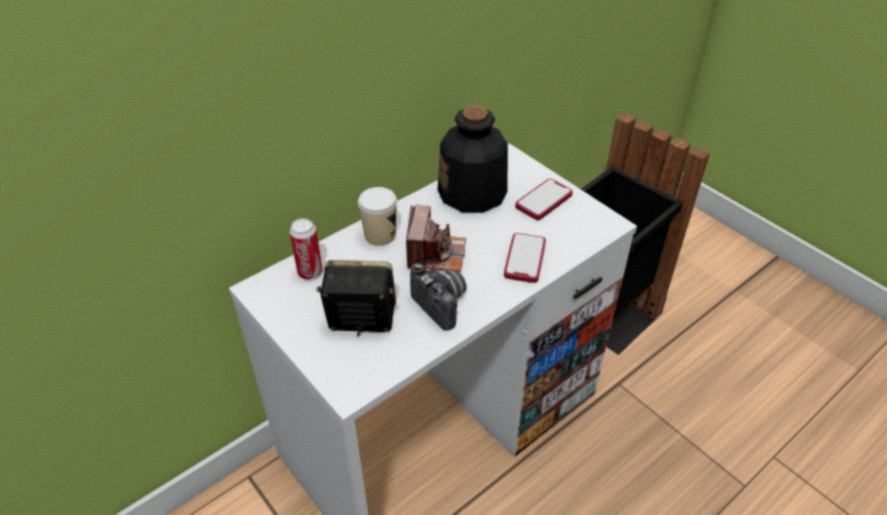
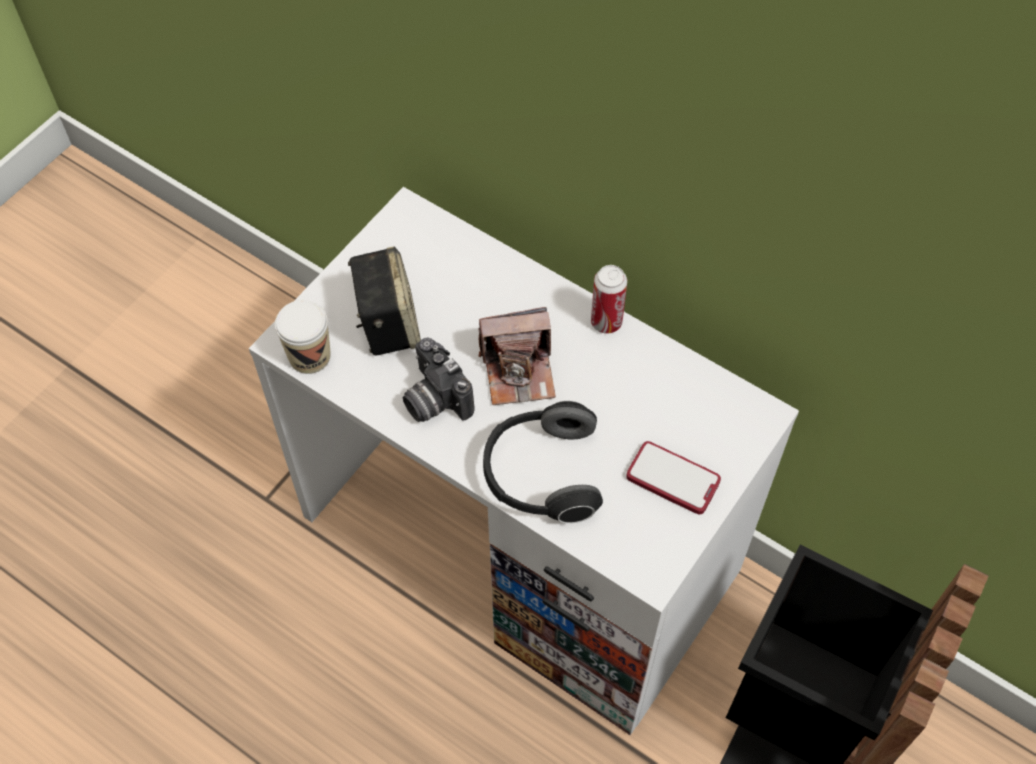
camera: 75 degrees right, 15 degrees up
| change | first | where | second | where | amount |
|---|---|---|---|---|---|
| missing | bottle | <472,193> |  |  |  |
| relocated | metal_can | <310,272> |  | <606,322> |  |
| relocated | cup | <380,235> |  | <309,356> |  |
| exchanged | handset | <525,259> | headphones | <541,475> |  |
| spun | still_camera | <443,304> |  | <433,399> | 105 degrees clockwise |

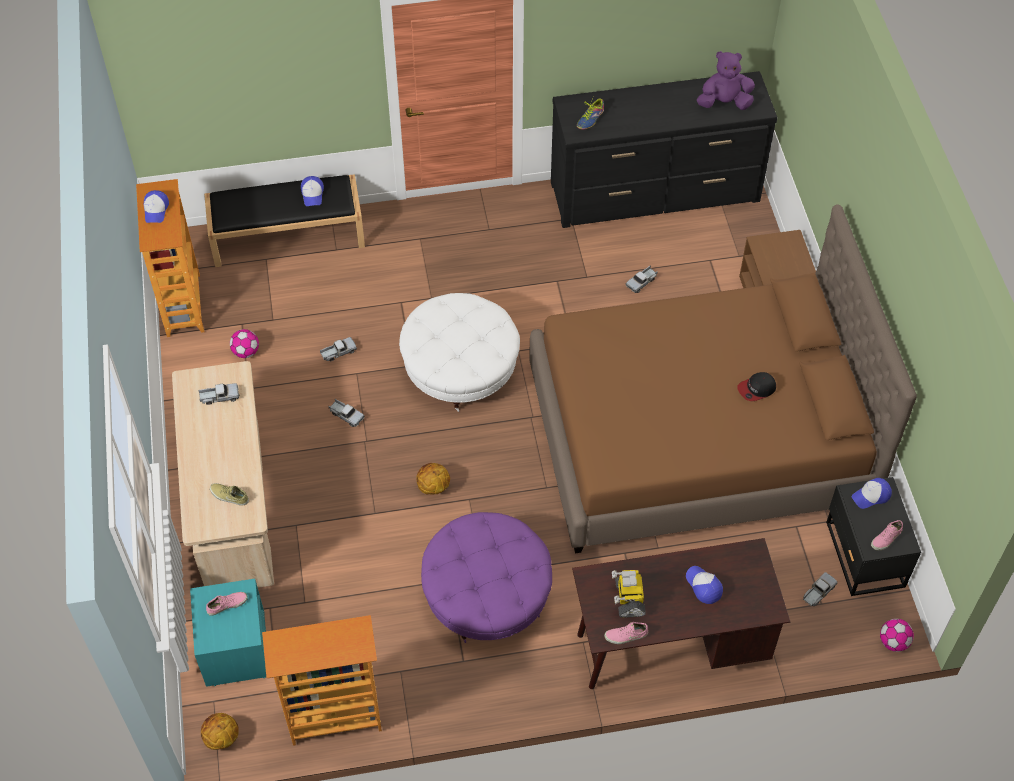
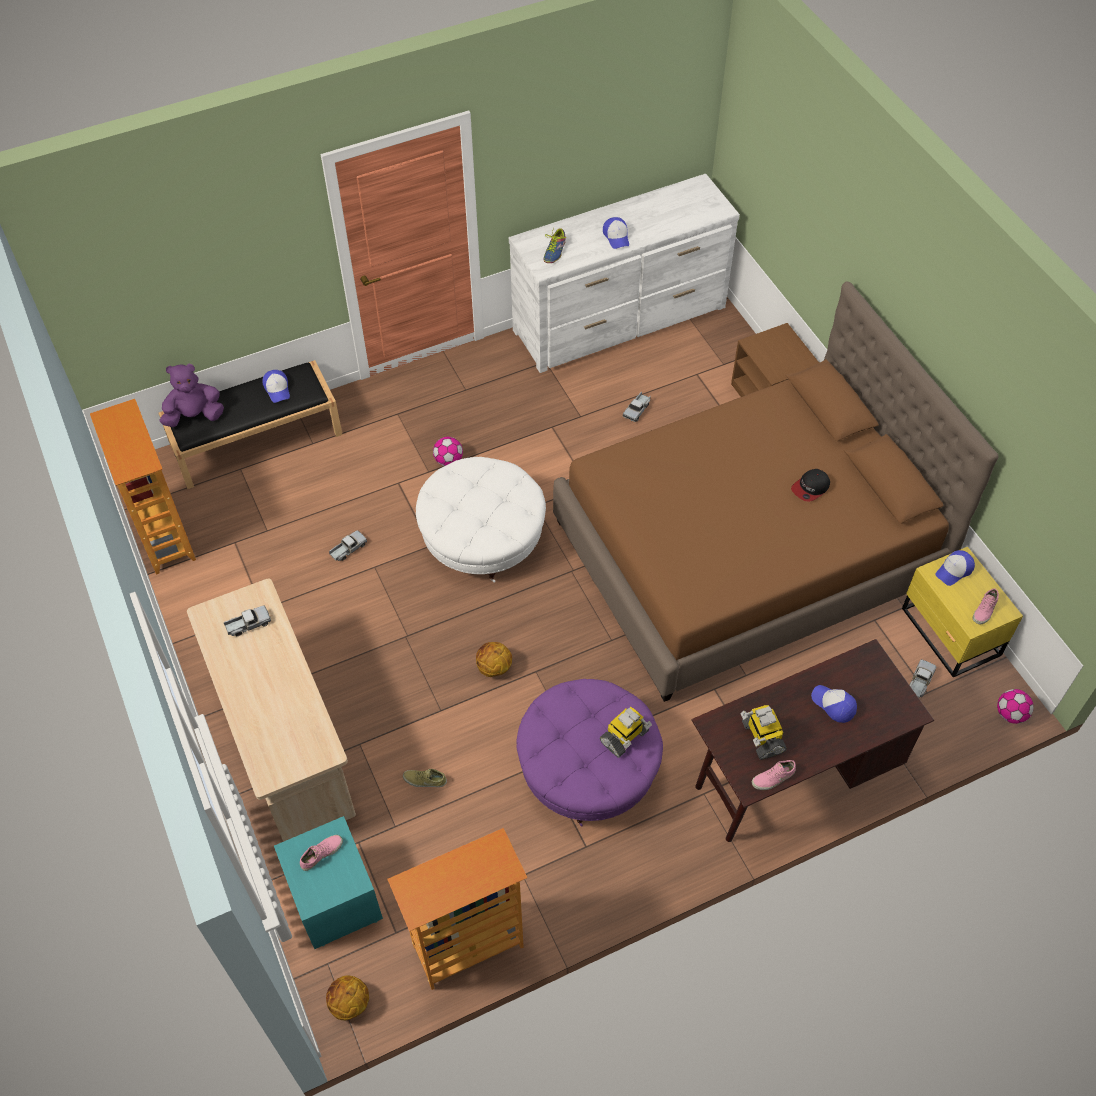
camera: 15 degrees left, 0 degrees up
| change | first | where | second | where | amount |
|---|---|---|---|---|---|
| missing | toy_truck | <346,415> |  |  |  |
| appeared |  |  | toy_robot | <624,737> |  |
| relocated | peaked_cap | <156,210> |  | <616,236> |  |
| relocated | beige-coloured_item_of_footwear | <229,496> |  | <424,780> |  |
| relocated | football | <246,352> |  | <448,461> |  |
| relocated | purple_cuddly_toy | <724,103> |  | <194,416> |  |
| colour | black-coloured_drawer_chest | <655,192> | white_drawer_chest | <621,319> |  |
| colour | black-coloured_night_table | <863,556> | yellow-coloured_night_table | <950,633> |  |

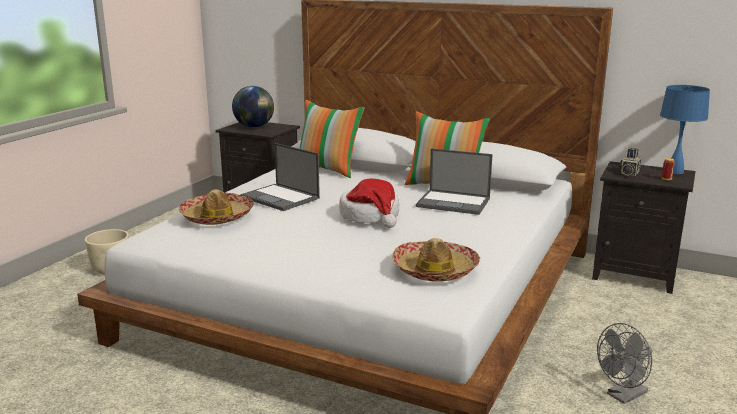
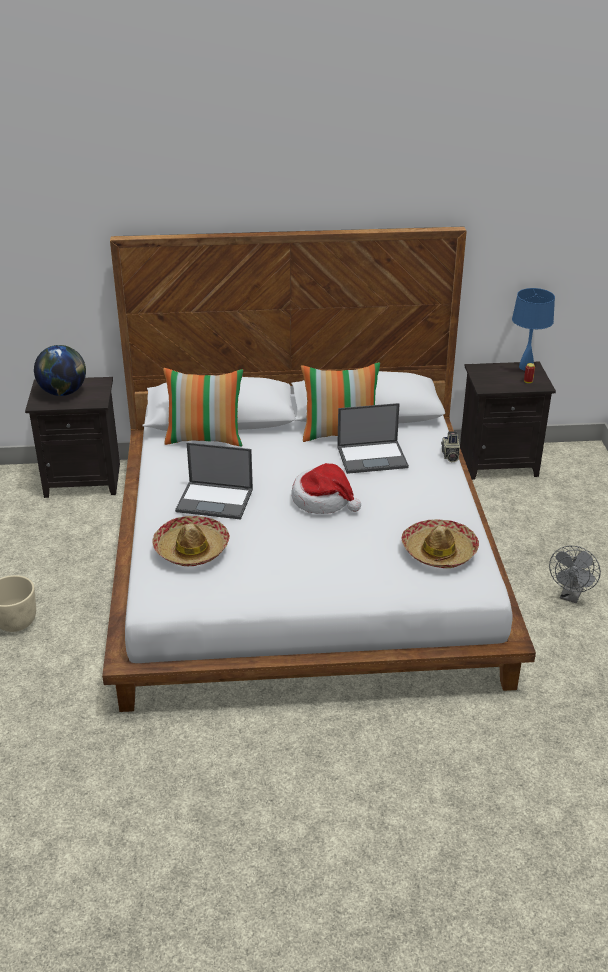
camera: 30 degrees left, 15 degrees up
| change | first | where | second | where | amount |
|---|---|---|---|---|---|
| relocated | still_camera | <628,173> |  | <450,455> |  |

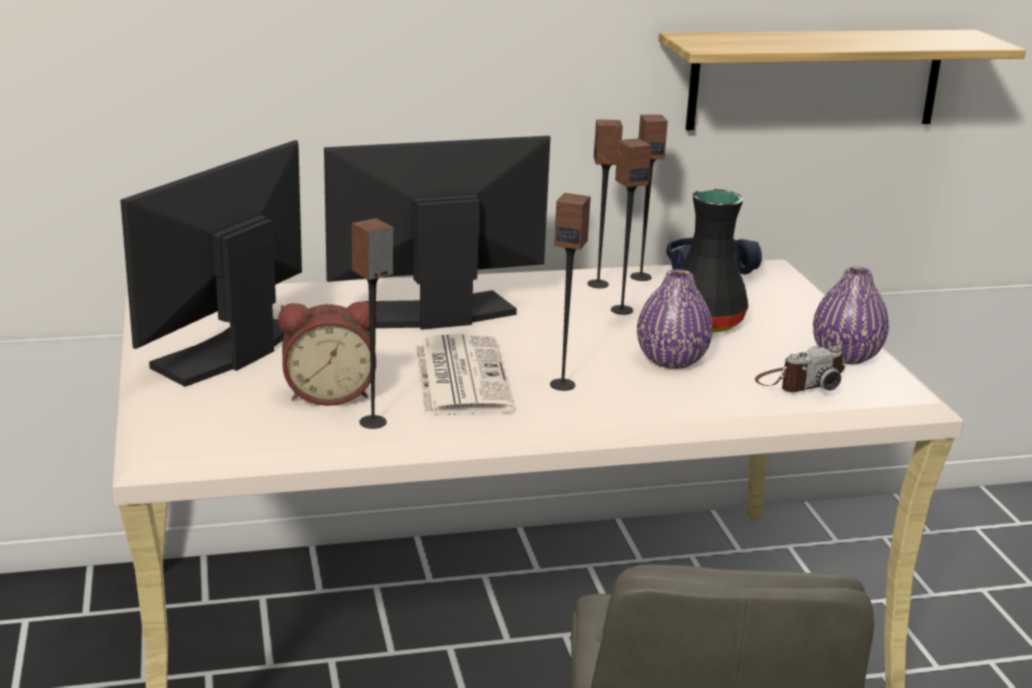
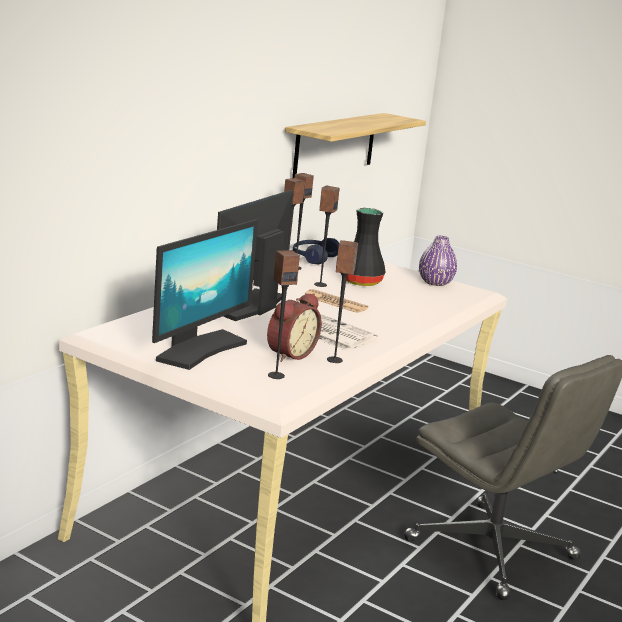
camera: 45 degrees left, 5 degrees down
| change | first | where | second | where | amount |
|---|---|---|---|---|---|
| missing | purple_vase | <671,360> |  |  |  |
| missing | still_camera | <799,382> |  |  |  |
| appeared |  |  | printed_paper | <335,302> |  |
| relocated | audio_speaker | <562,385> |  | <276,375> |  |
| spun | monitor | <229,352> |  | <200,350> | 135 degrees counterclockwise |

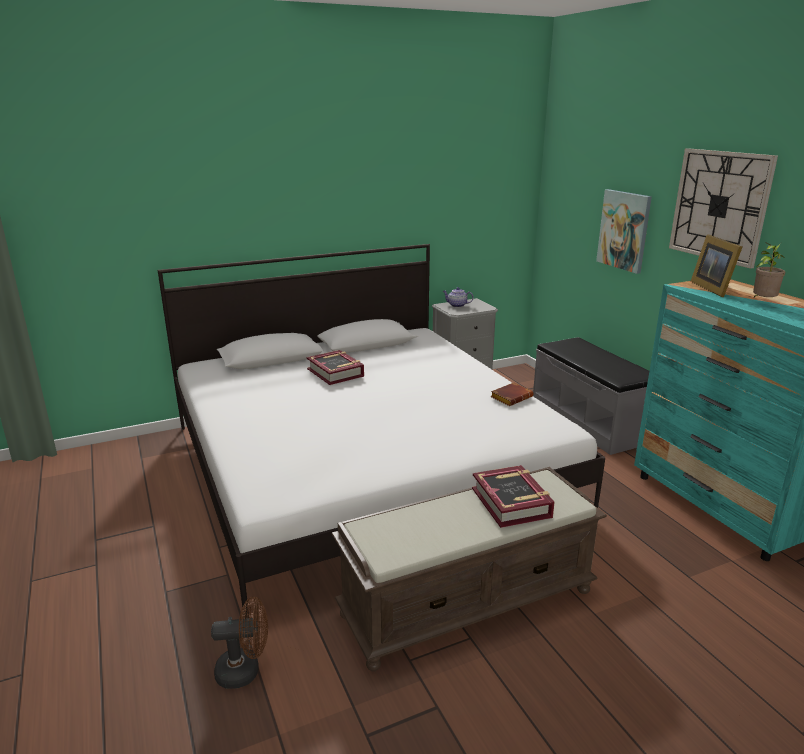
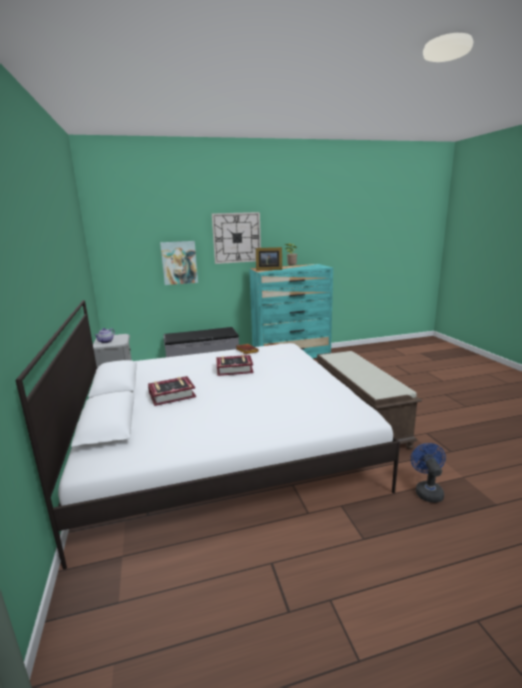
camera: 80 degrees left, 5 degrees down
| change | first | where | second | where | amount |
|---|---|---|---|---|---|
| relocated | bound_book | <511,503> |  | <234,369> |  |
| colour | brown_cooling_fan | <245,670> | blue-coloured_cooling_fan | <427,491> |  |

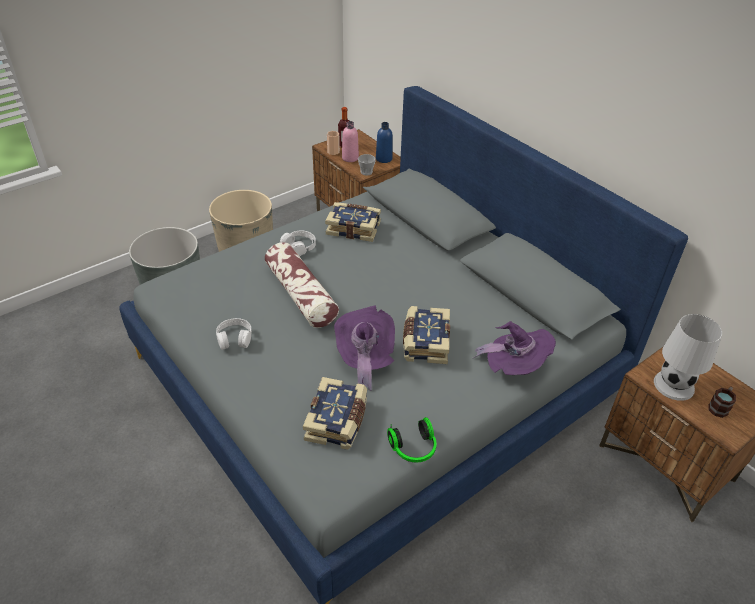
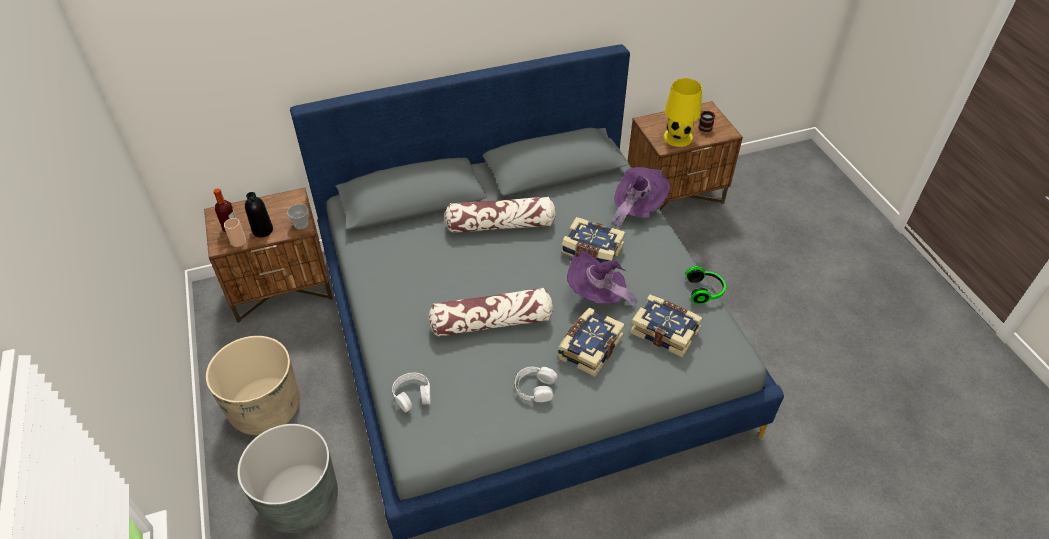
camera: 70 degrees left, 5 degrees up
| change | first | where | second | where | amount |
|---|---|---|---|---|---|
| missing | blue-coloured_bottle | <384,159> |  |  |  |
| appeared |  |  | cushion | <501,225> |  |
| relocated | white_headphones | <299,246> |  | <412,395> |  |
| relocated | bound_book | <353,228> |  | <589,347> |  |
| colour | pinkish_bottle | <350,158> | black-coloured_bottle | <262,230> |  |
| colour | white_table_lamp | <673,385> | yellow-coloured_table_lamp | <678,137> |  |

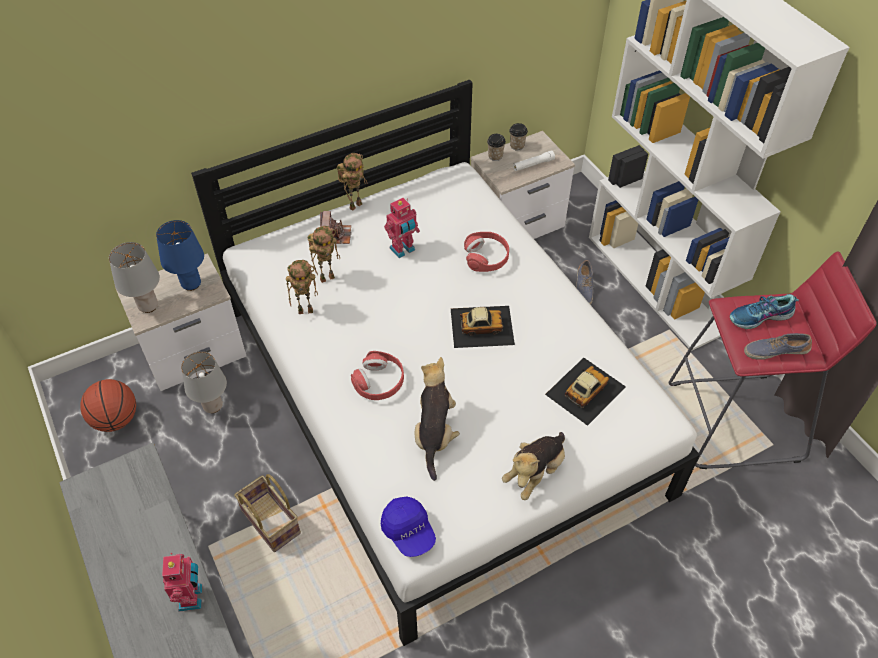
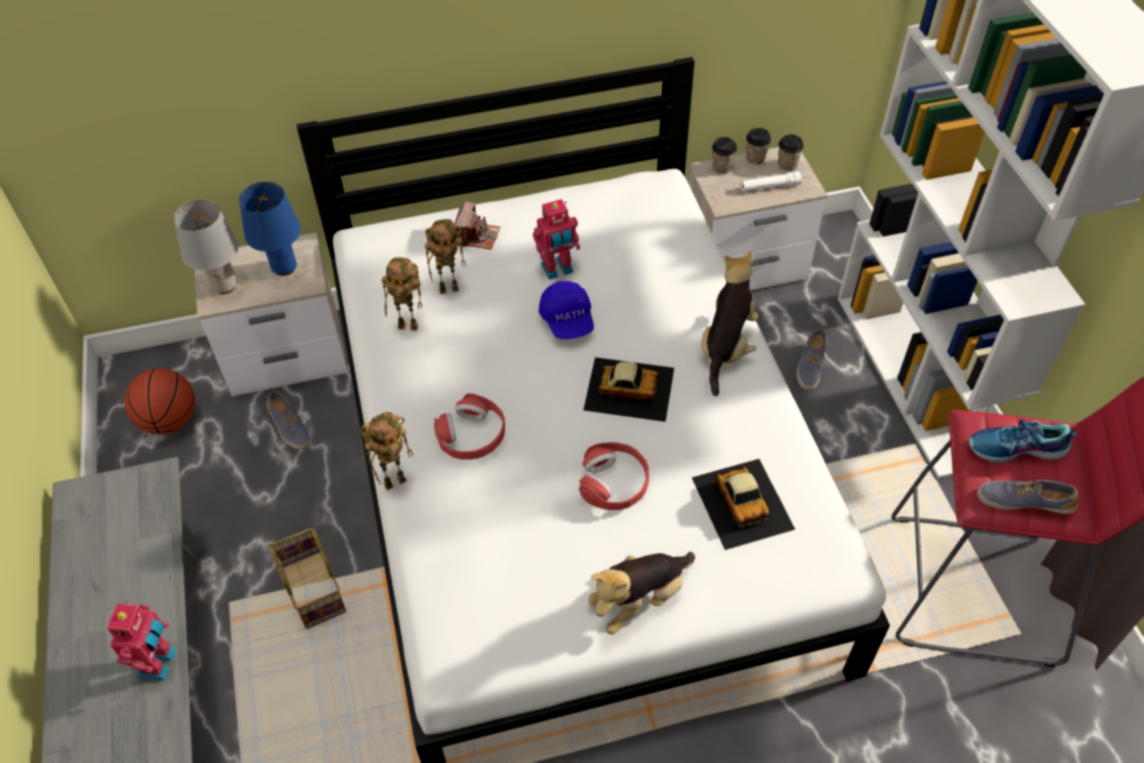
camera: 15 degrees right, 0 degrees up
| change | first | where | second | where | amount |
|---|---|---|---|---|---|
| appeared |  |  | cup | <787,165> |  |
| relocated | toy_robot | <355,205> |  | <395,480> |  |
| relocated | blue-coloured_peaked_cap | <408,531> |  | <567,320> |  |
| relocated | cuddly_toy | <435,433> |  | <726,347> |  |
| relocated | reddish_headphones | <486,257> |  | <614,483> |  |
| exchanged | grey_table_lamp | <213,406> | item_of_footwear | <289,427> |  |
| spun | miniature_car | <585,390> |  | <742,502> | 105 degrees clockwise |

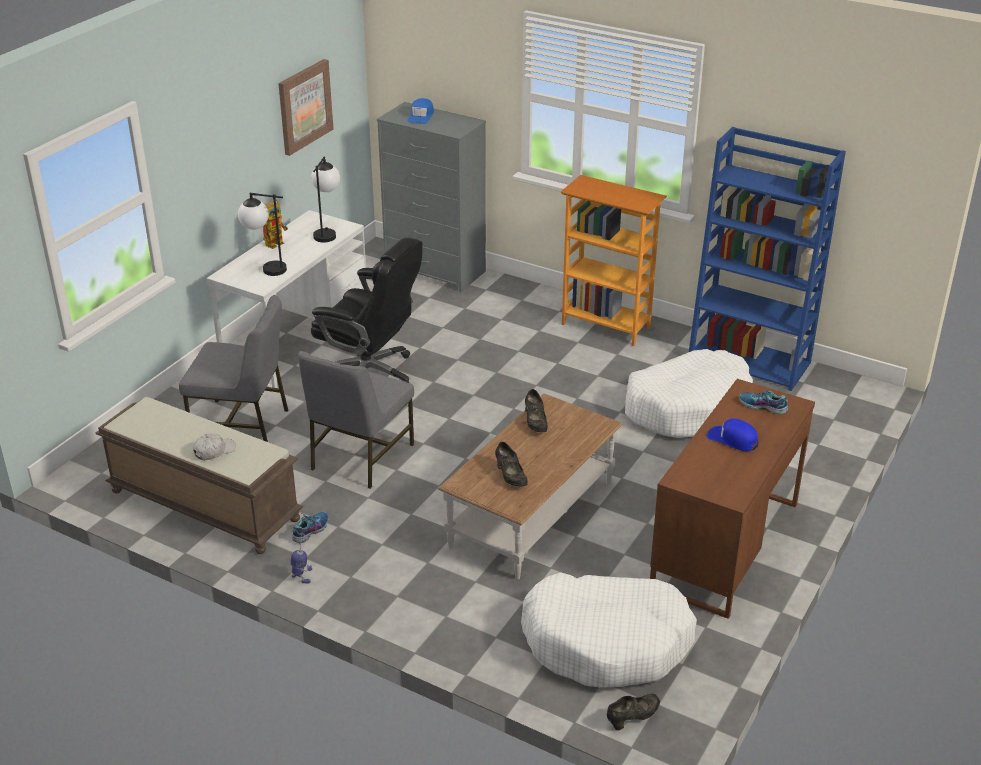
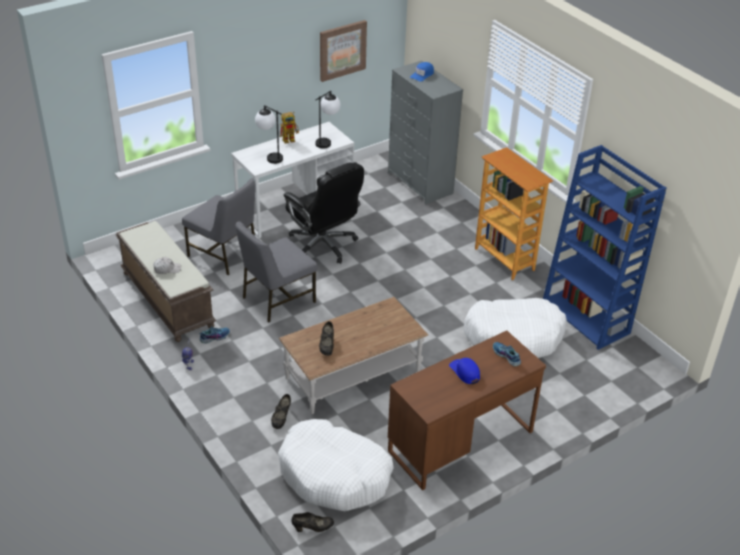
camera: 25 degrees right, 5 degrees up
| change | first | where | second | where | amount |
|---|---|---|---|---|---|
| relocated | black-coloured_item_of_footwear | <535,423> |  | <281,418> |  |

